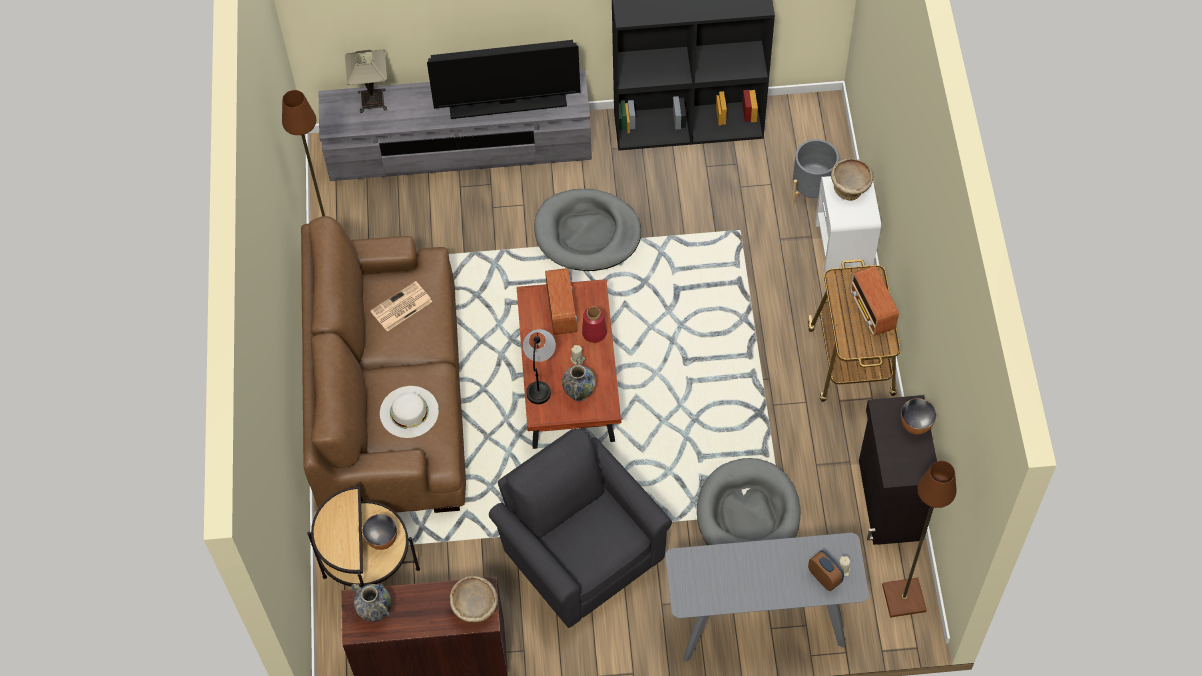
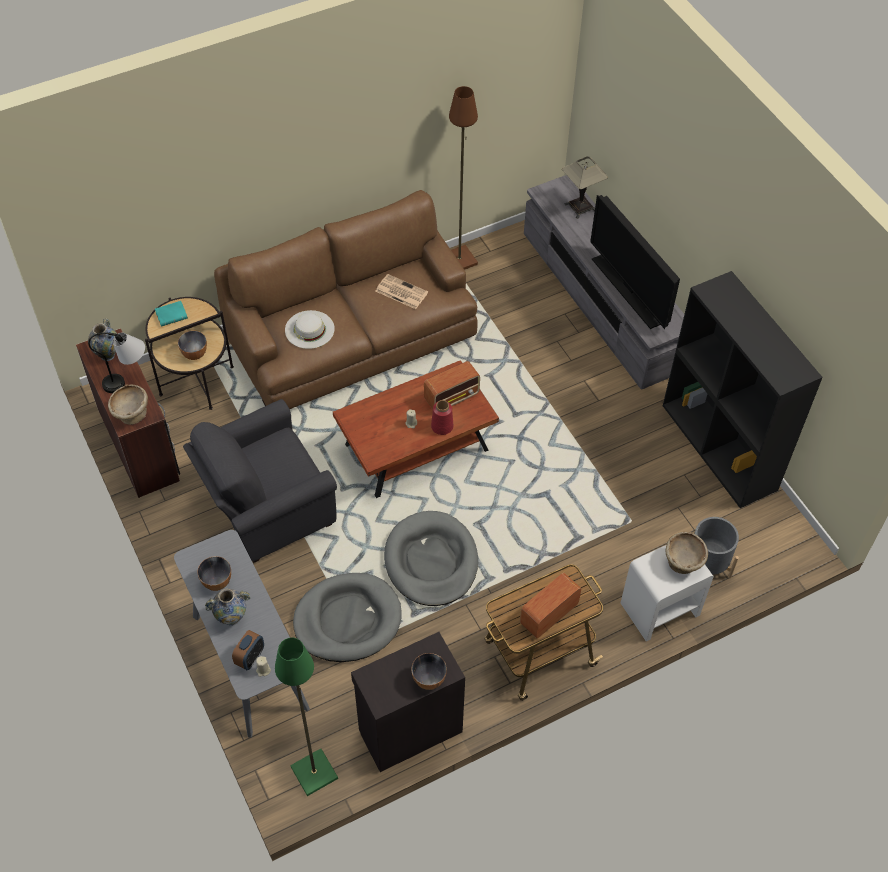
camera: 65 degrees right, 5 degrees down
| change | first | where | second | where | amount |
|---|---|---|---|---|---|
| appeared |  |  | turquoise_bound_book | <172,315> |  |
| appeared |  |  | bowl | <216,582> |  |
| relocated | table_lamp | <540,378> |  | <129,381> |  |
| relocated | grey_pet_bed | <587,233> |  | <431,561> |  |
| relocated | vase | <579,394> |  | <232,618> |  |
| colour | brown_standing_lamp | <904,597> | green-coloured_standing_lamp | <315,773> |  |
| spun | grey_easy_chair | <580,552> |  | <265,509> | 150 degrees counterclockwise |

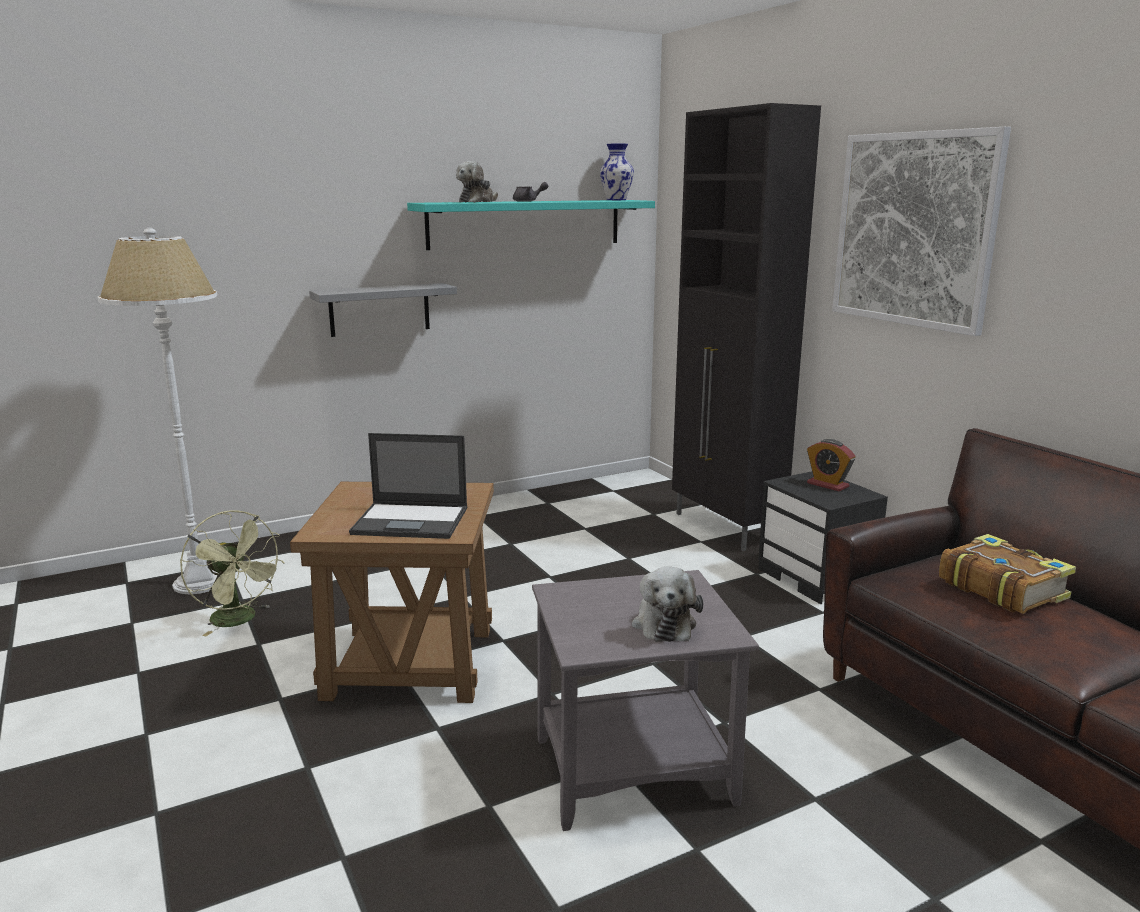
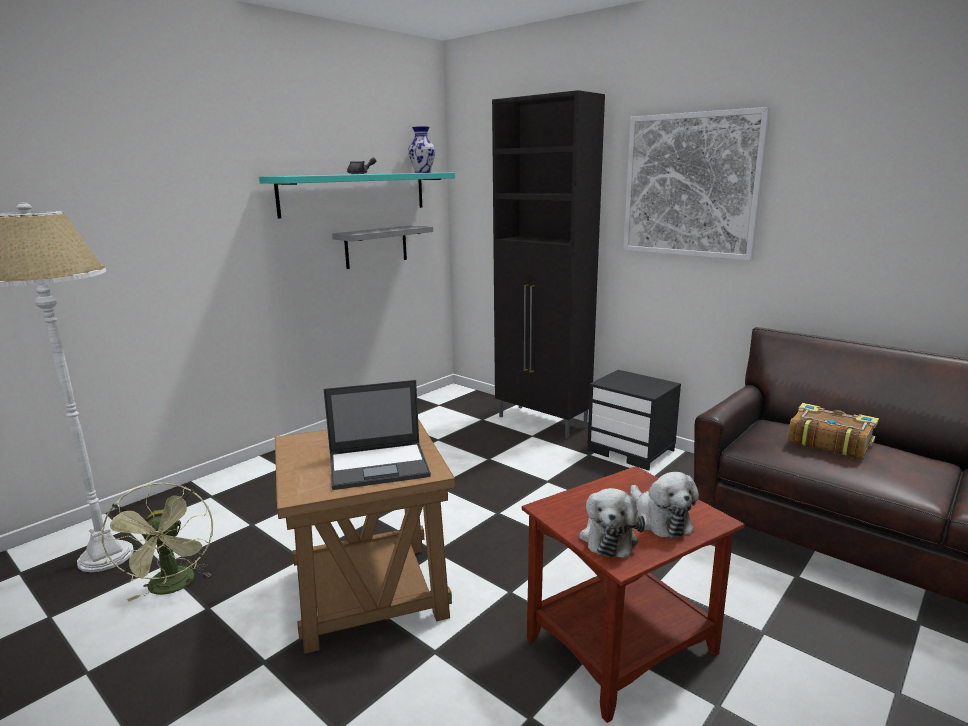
camera: 20 degrees left, 0 degrees up
| change | first | where | second | where | amount |
|---|---|---|---|---|---|
| missing | alarm_clock | <827,485> |  |  |  |
| relocated | grey_bracket_shelf | <379,309> |  | <376,246> |  |
| relocated | cuddly_toy | <477,202> |  | <609,537> |  |
| colour | grey_side_table | <633,768> | brown_side_table | <619,644> |  |
| spun | green-coloured_cooling_fan | <240,620> |  | <173,587> | 45 degrees clockwise |

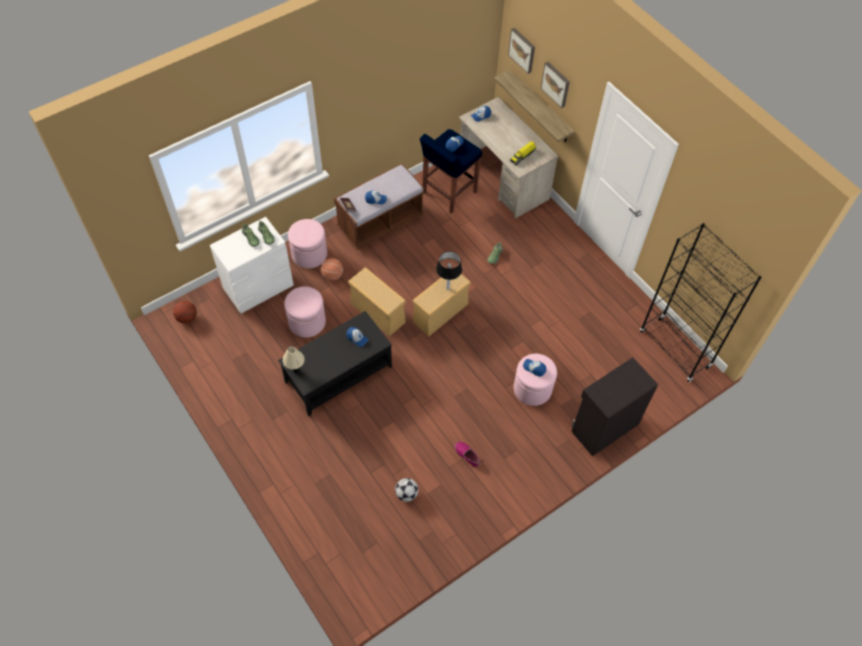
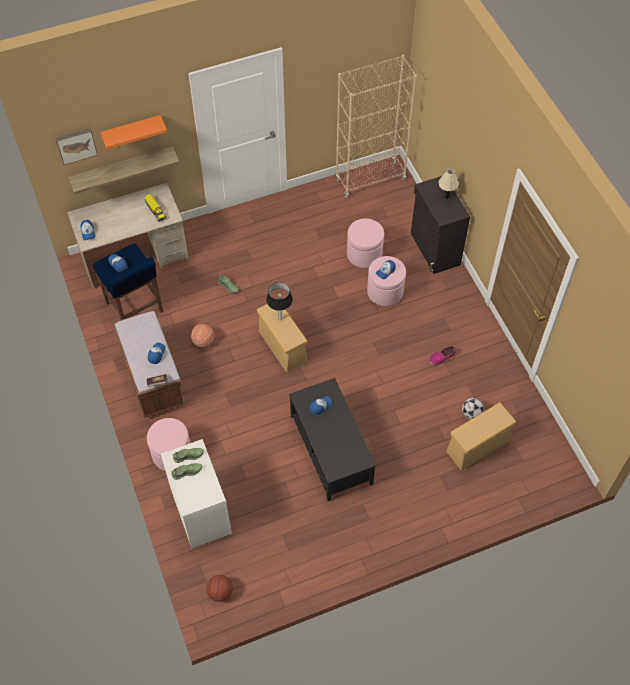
camera: 75 degrees left, 0 degrees up
| change | first | where | second | where | amount |
|---|---|---|---|---|---|
| relocated | beige-coloured_table_lamp | <295,371> |  | <446,197> |  |
| relocated | pinkish_ottoman | <307,322> |  | <364,254> |  |
| relocated | ball_for_basketball | <332,275> |  | <203,341> |  |
| relocated | beige-coloured_storage_box | <378,313> |  | <478,445> |  |
| exchanged | wall_picture | <556,84> | orange_bracket_shelf | <132,131> |  |
| colour | black-coloured_bookshelf | <674,349> | beige-coloured_bookshelf | <370,179> |  |

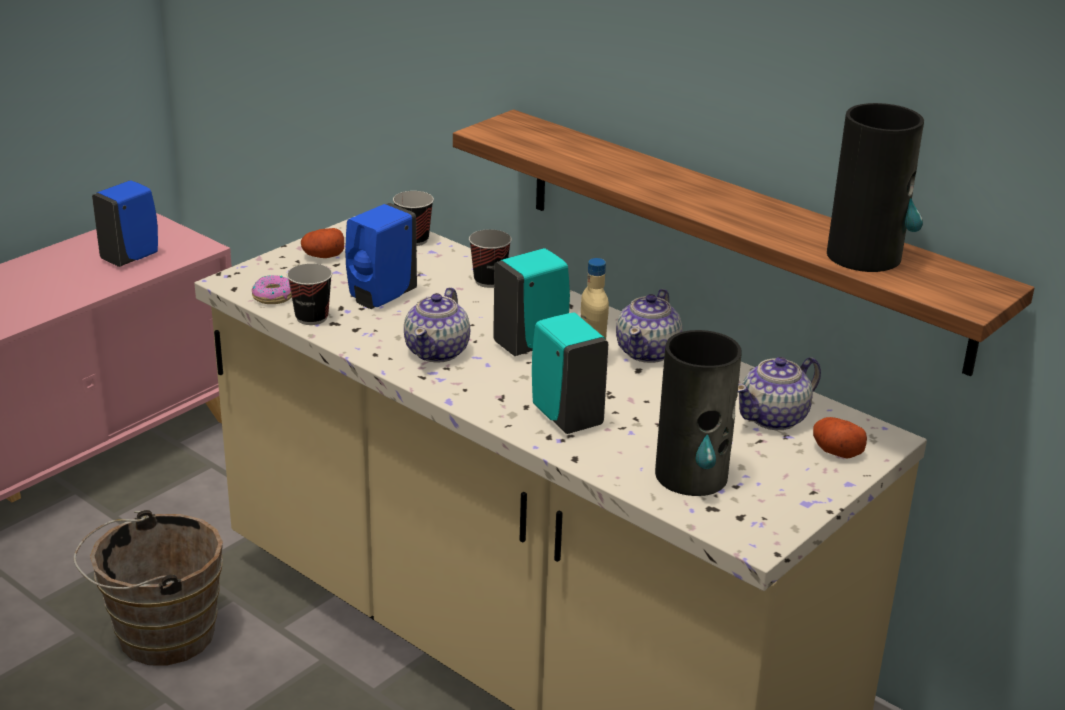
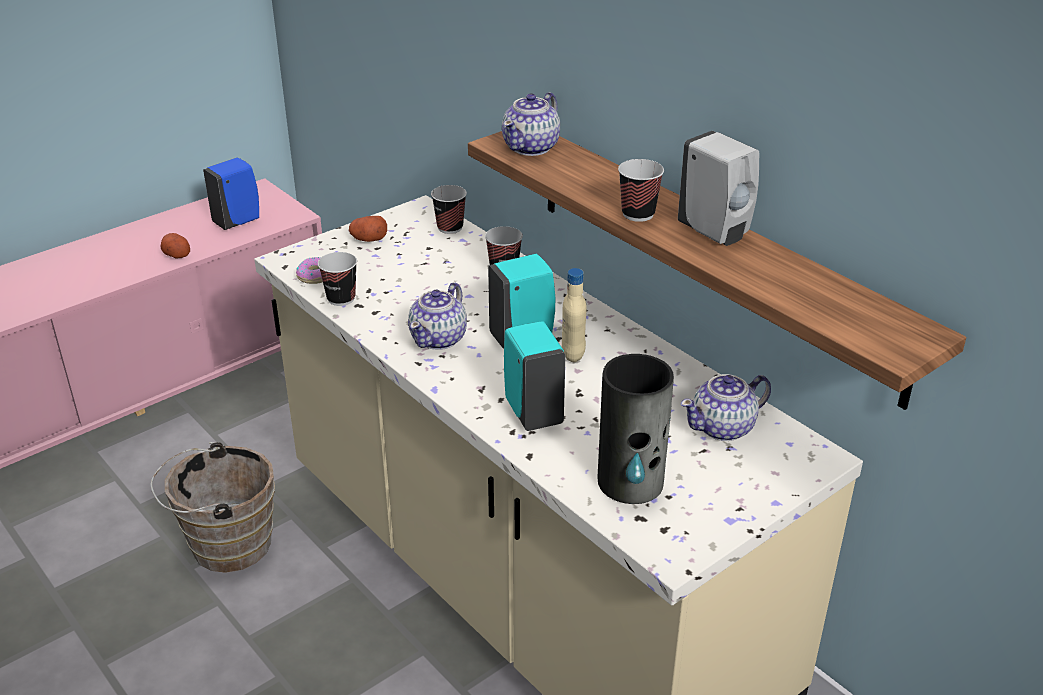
camera: 10 degrees right, 5 degrees up
| change | first | where | second | where | amount |
|---|---|---|---|---|---|
| missing | blue-coloured_liquid_soap_bottle | <380,298> |  |  |  |
| missing | vase | <865,255> |  |  |  |
| appeared |  |  | cup | <638,214> |  |
| appeared |  |  | white_liquid_soap_bottle | <715,233> |  |
| relocated | teapot | <648,351> |  | <532,147> |  |
| relocated | whole_potato | <835,451> |  | <176,254> |  |

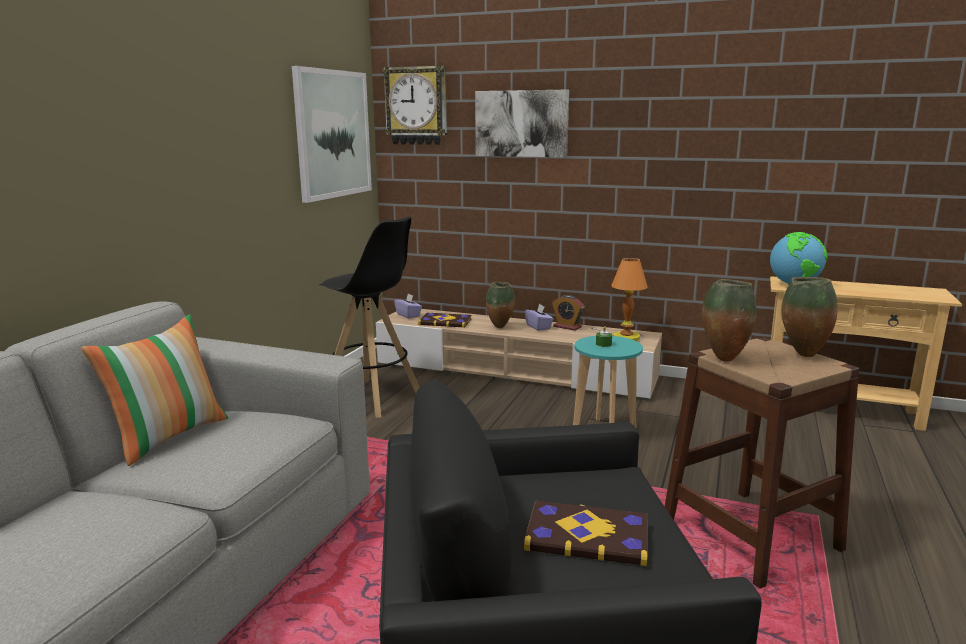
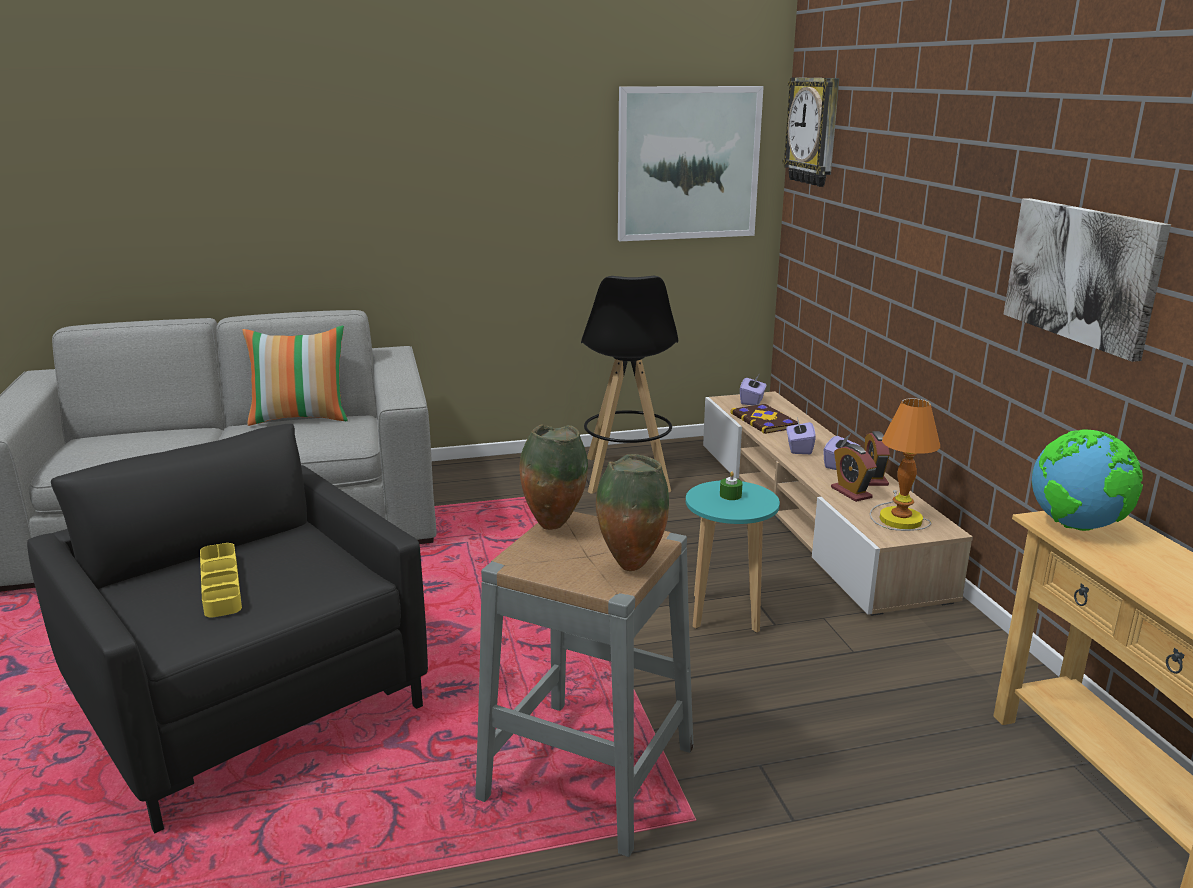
camera: 55 degrees right, 5 degrees up
| change | first | where | second | where | amount |
|---|---|---|---|---|---|
| appeared |  |  | alarm_clock | <851,492> |  |
| relocated | wall_picture | <521,123> |  | <1082,274> |  |
| exchanged | vase | <500,327> | purple_tissue_box | <799,448> |  |
| exchanged | bound_book | <587,535> | yellow-coloured_tray | <221,585> |  |
| colour | brown_stool | <750,535> | grey_stool | <588,772> |  |

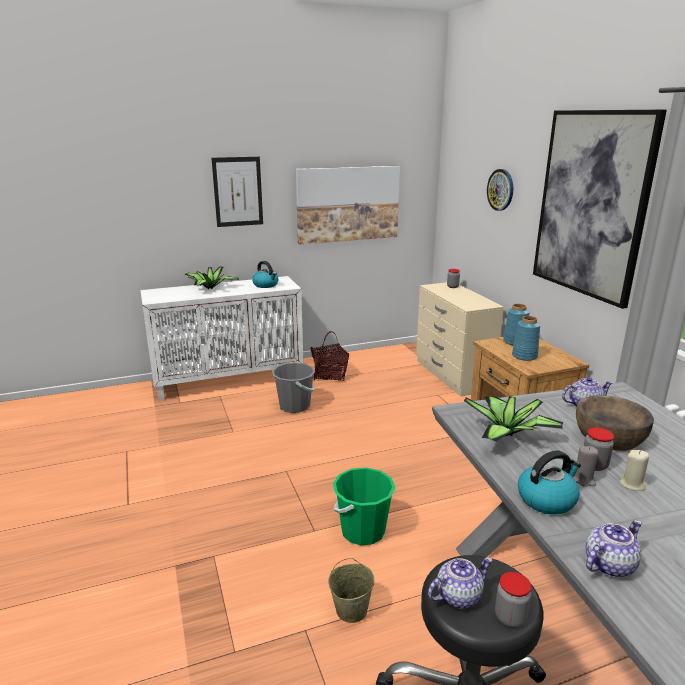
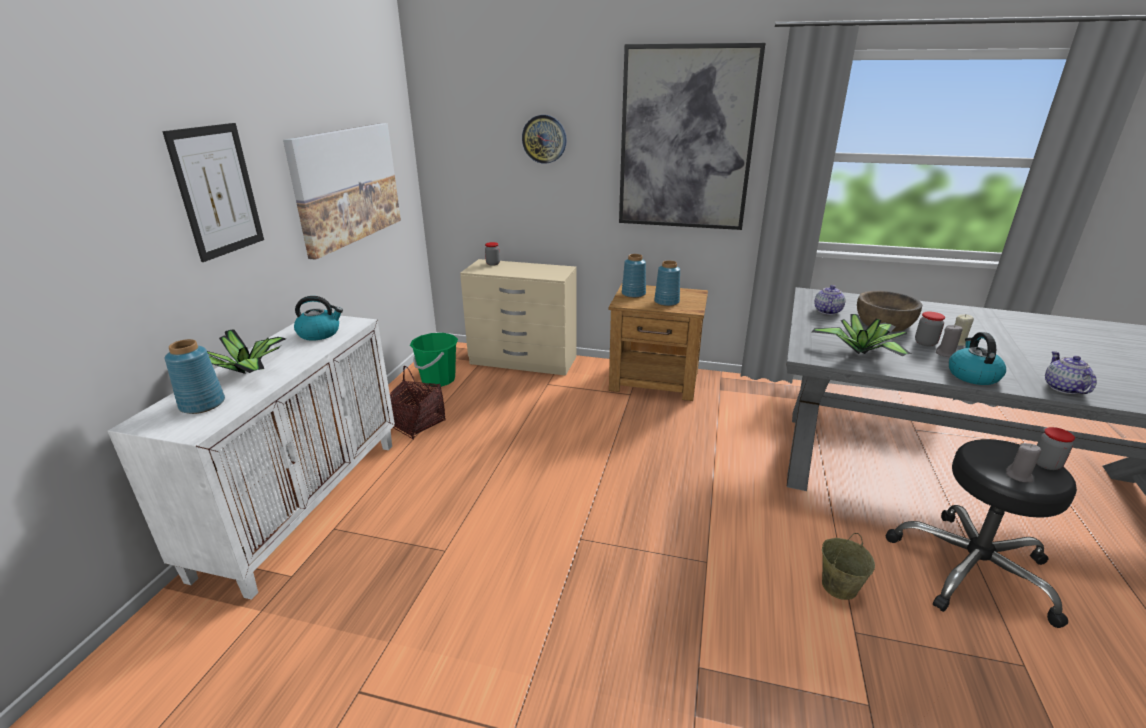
camera: 55 degrees left, 5 degrees up
| change | first | where | second | where | amount |
|---|---|---|---|---|---|
| missing | grey_bucket | <294,406> |  |  |  |
| appeared |  |  | blue-coloured_vase | <202,405> |  |
| relocated | green-coloured_bucket | <362,531> |  | <438,380> |  |
| exchanged | teapot | <458,596> | grey_wax_candle | <1019,476> |  |

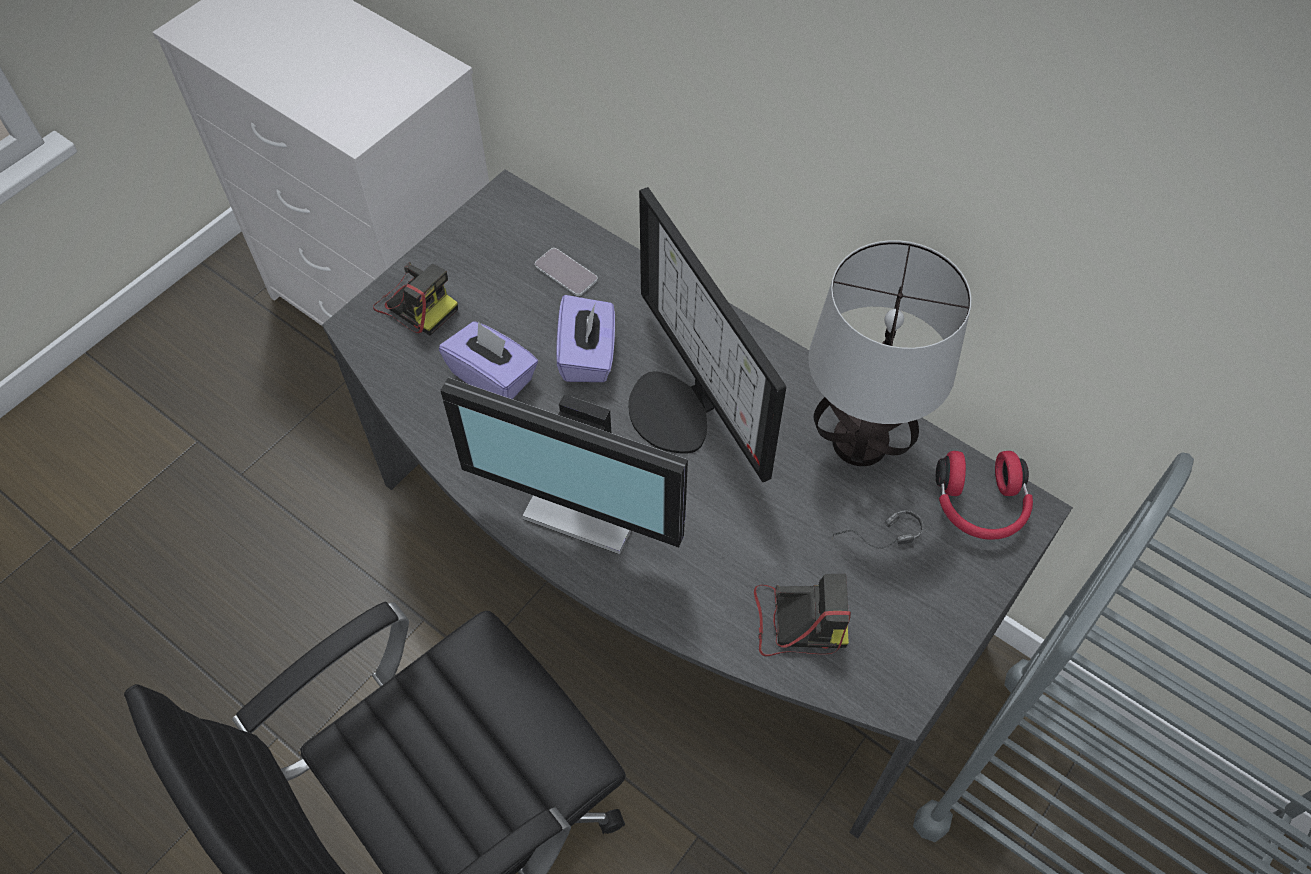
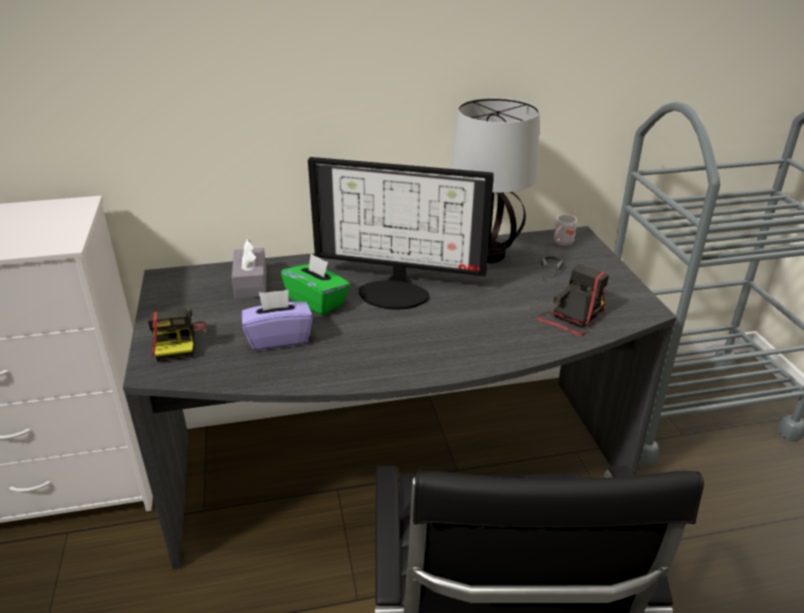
camera: 50 degrees left, 25 degrees down
| change | first | where | second | where | amount |
|---|---|---|---|---|---|
| missing | monitor | <591,499> |  |  |  |
| exchanged | handset | <566,273> | grey_tissue_box | <251,283> |  |
| exchanged | reddish_headphones | <979,506> | white_coffee_mug | <561,244> |  |
| colour | purple_tissue_box | <588,356> | green-coloured_tissue_box | <317,301> |  |
| spun | still_camera | <416,304> |  | <178,341> | 90 degrees clockwise |

